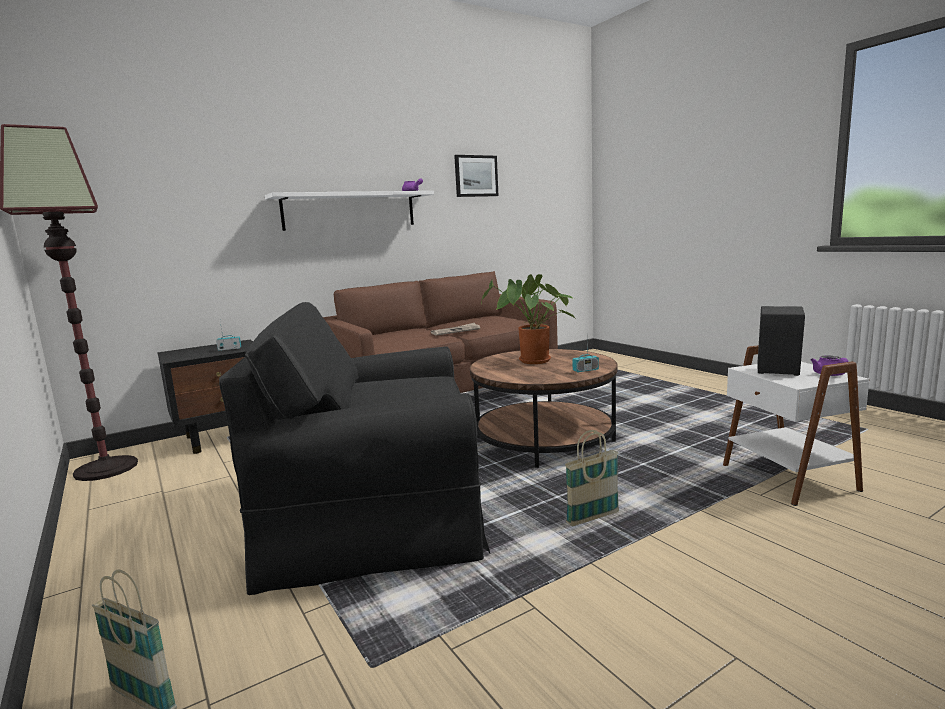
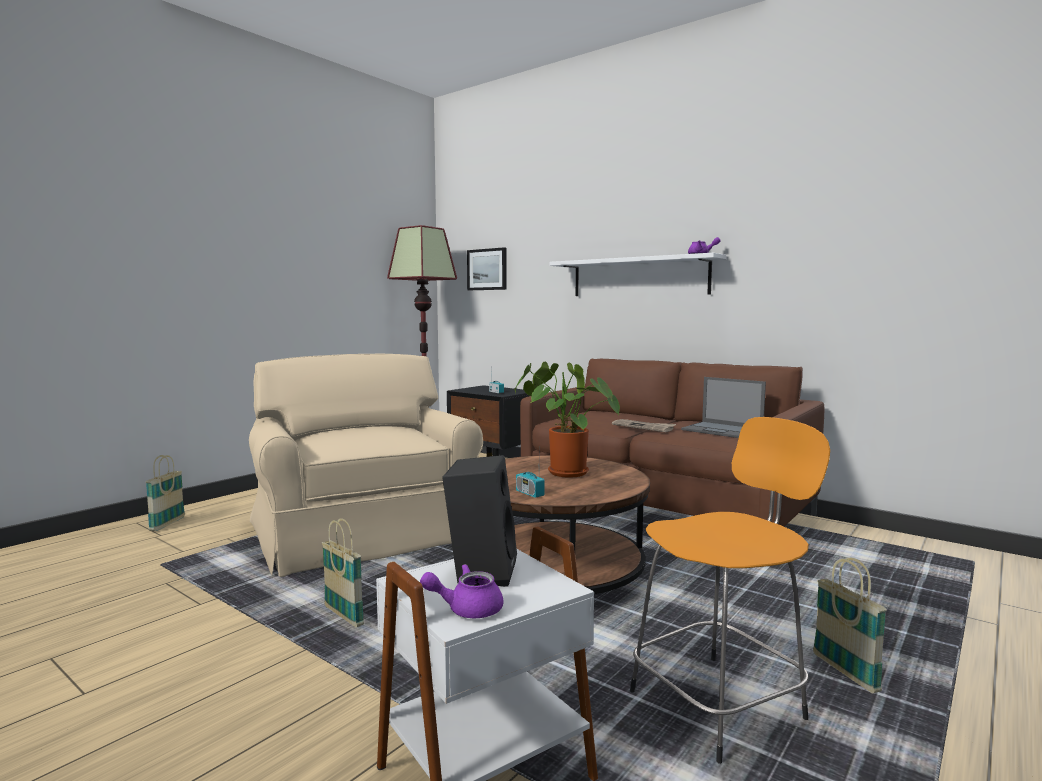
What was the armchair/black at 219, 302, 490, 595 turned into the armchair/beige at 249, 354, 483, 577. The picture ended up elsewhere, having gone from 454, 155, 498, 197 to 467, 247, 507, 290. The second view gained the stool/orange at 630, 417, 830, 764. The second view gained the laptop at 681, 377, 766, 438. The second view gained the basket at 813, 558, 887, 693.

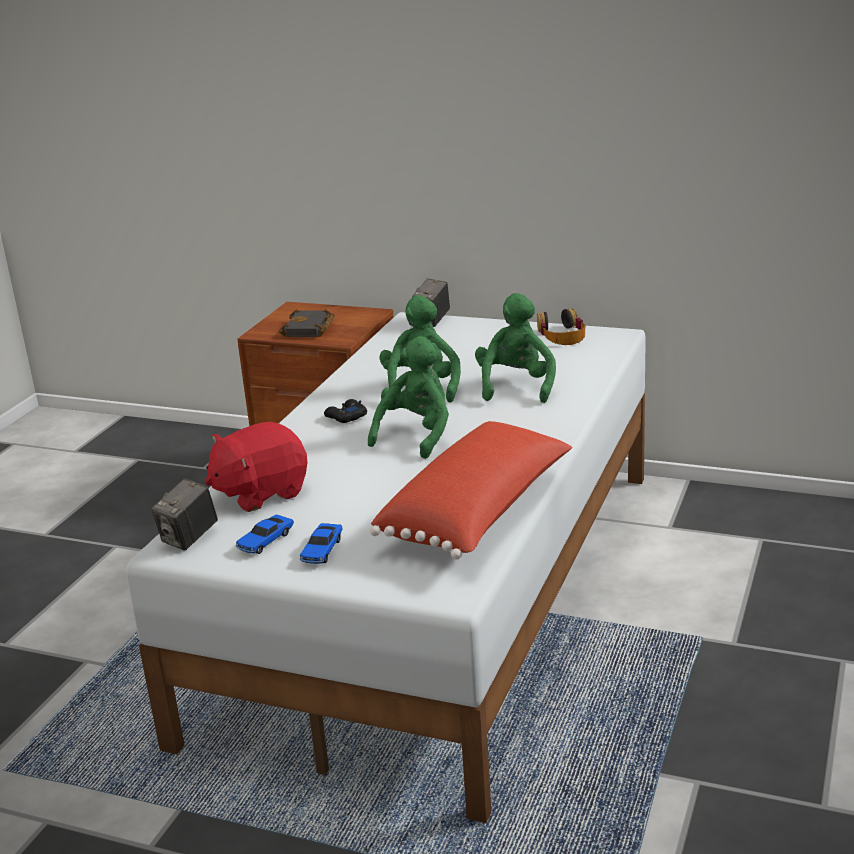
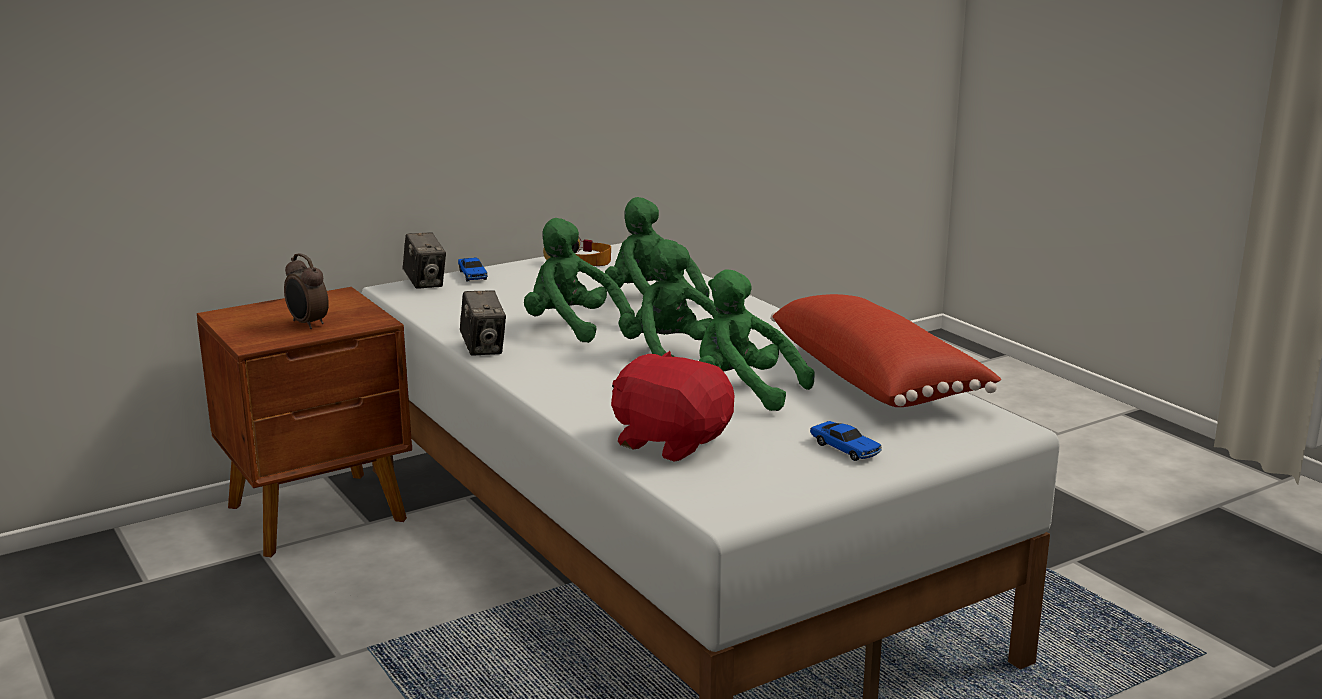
Where the book/black stood at 279, 309, 335, 337, the alarm clock came to stand at 284, 253, 329, 329. The toy car ended up elsewhere, having gone from 236, 514, 294, 554 to 458, 257, 488, 282. The photo camera ended up elsewhere, having gone from 151, 479, 218, 551 to 460, 290, 506, 356. The plush toy/red at 205, 422, 308, 512 ended up facing another way, 120 degrees clockwise from before. The second view gained the plush toy/green at 699, 269, 815, 411. The second view lost the game controller/black at 324, 399, 367, 423.

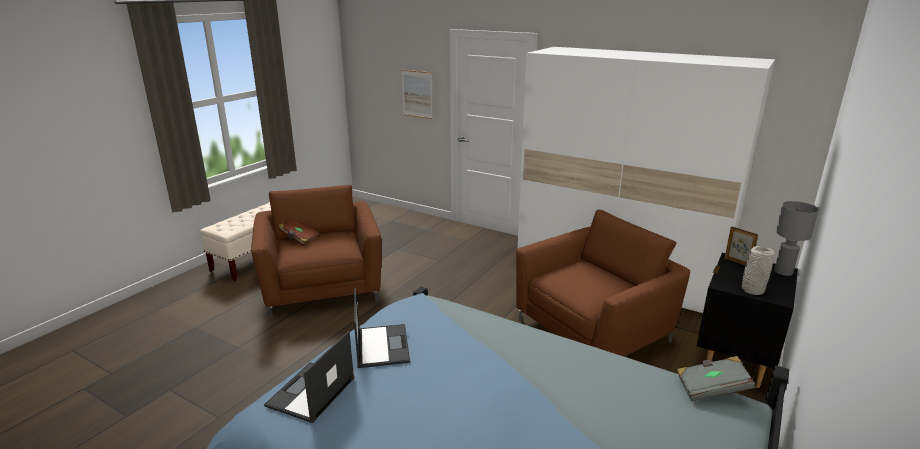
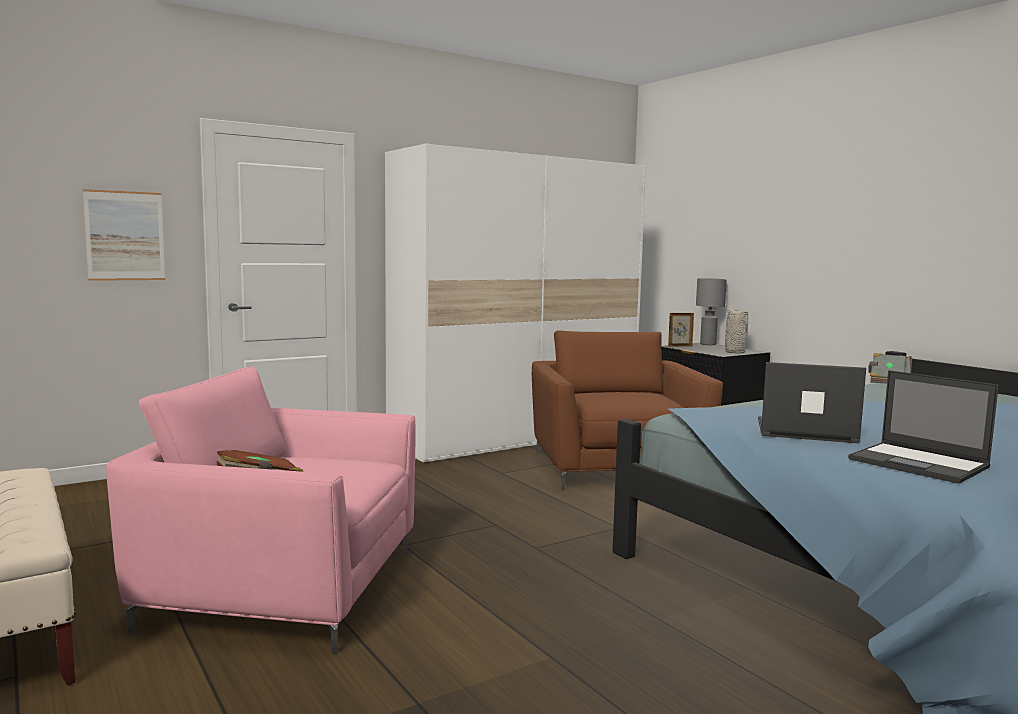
What was the armchair/brown at 251, 185, 381, 318 turned into the armchair/pink at 106, 366, 416, 654.

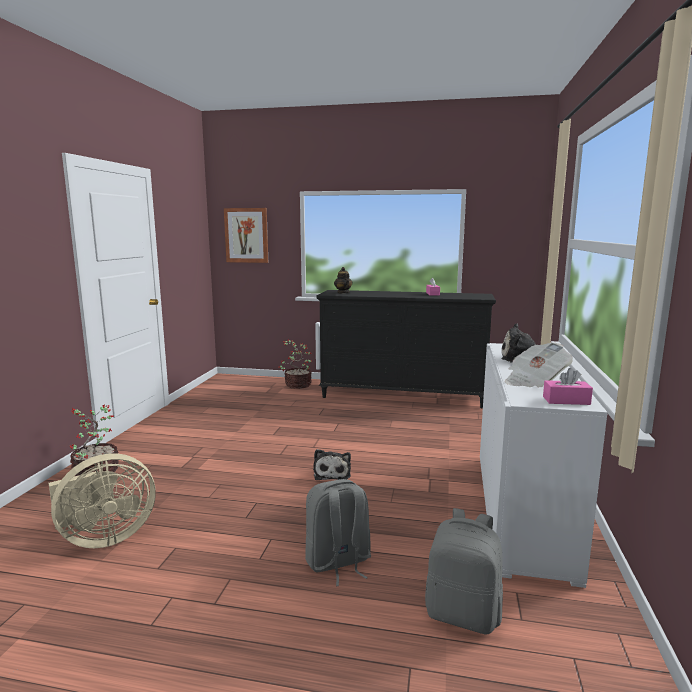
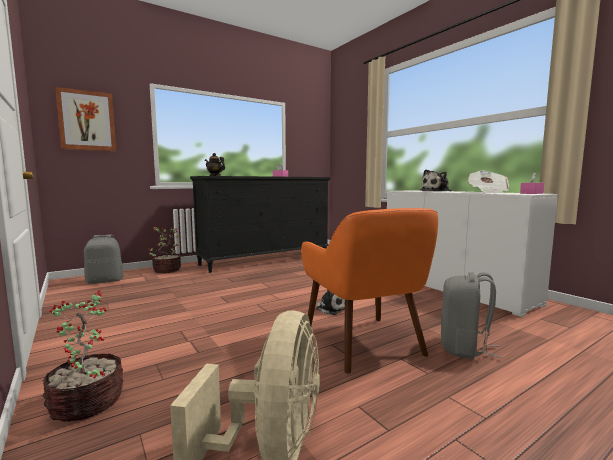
The backpack/grey ended up elsewhere, having gone from 425, 508, 503, 635 to 84, 234, 124, 284. The second view gained the armchair/orange at 301, 208, 438, 374.

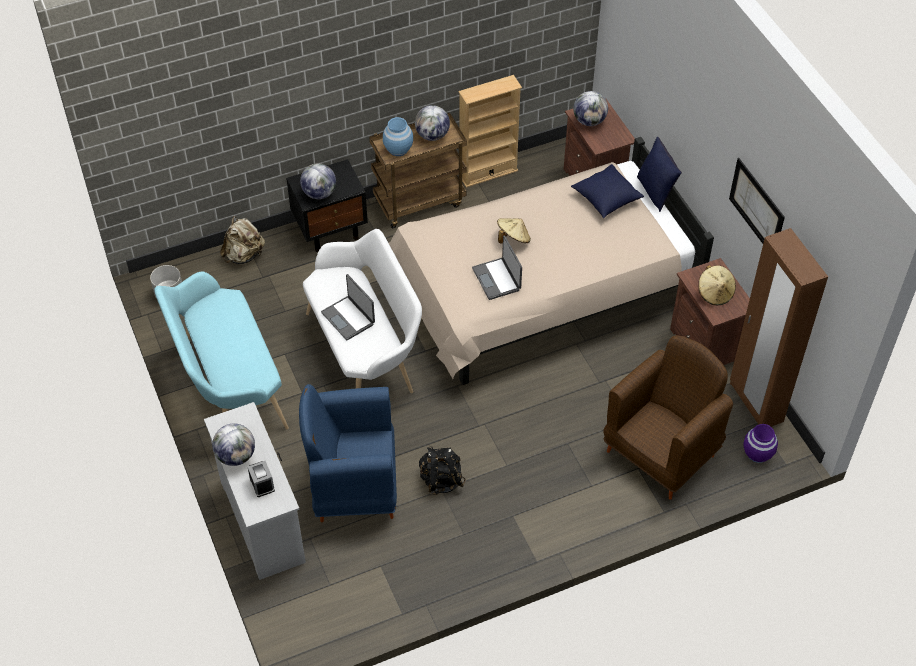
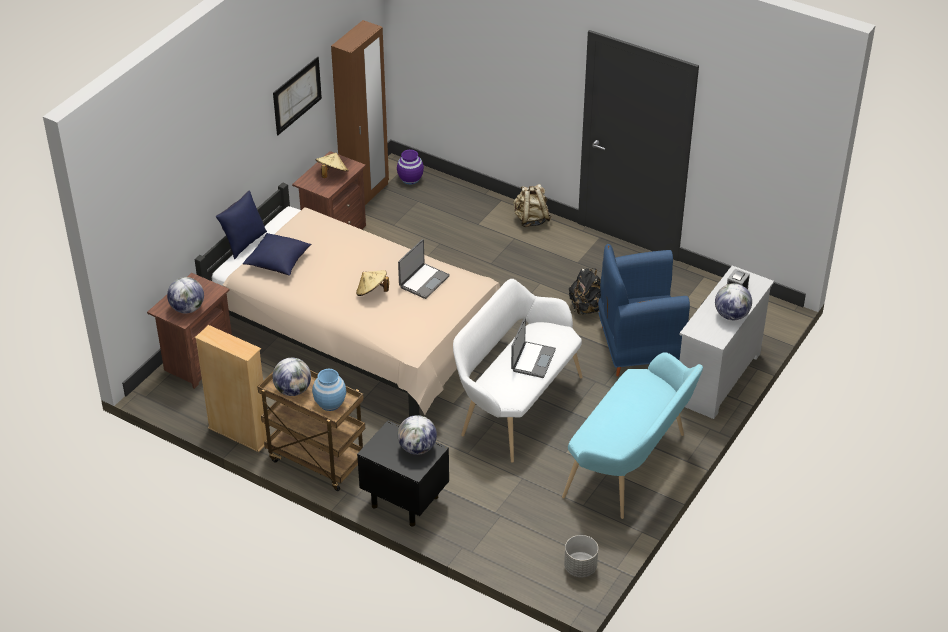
The backpack/beige ended up elsewhere, having gone from 220, 216, 265, 264 to 514, 184, 552, 227. The armchair/blue at 299, 384, 397, 522 ended up facing another way, 120 degrees clockwise from before. The second view lost the armchair/brown at 603, 335, 733, 500.

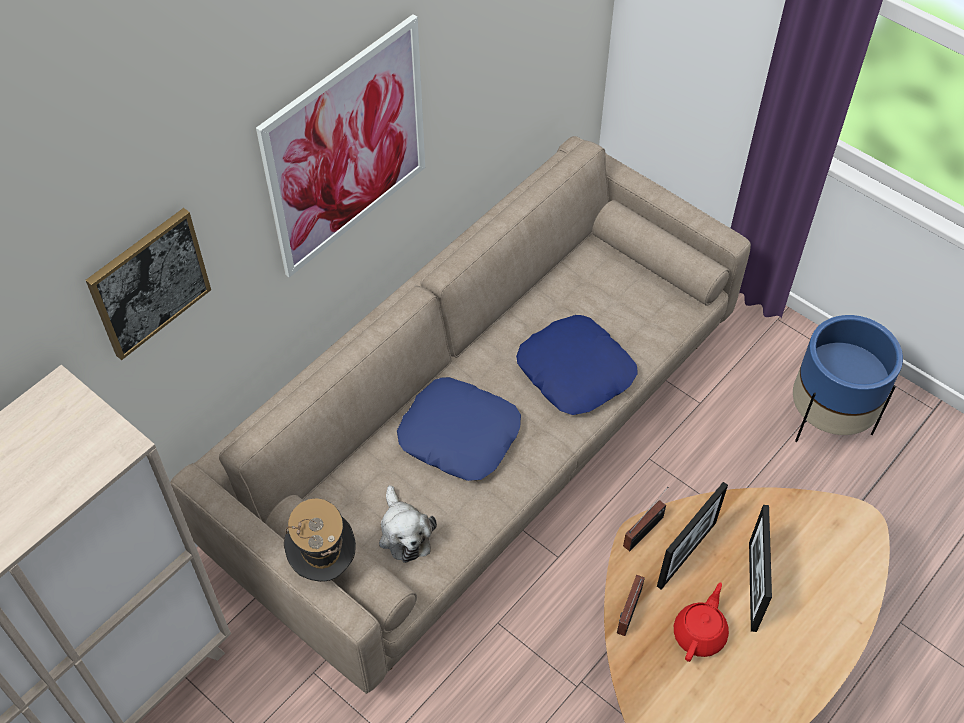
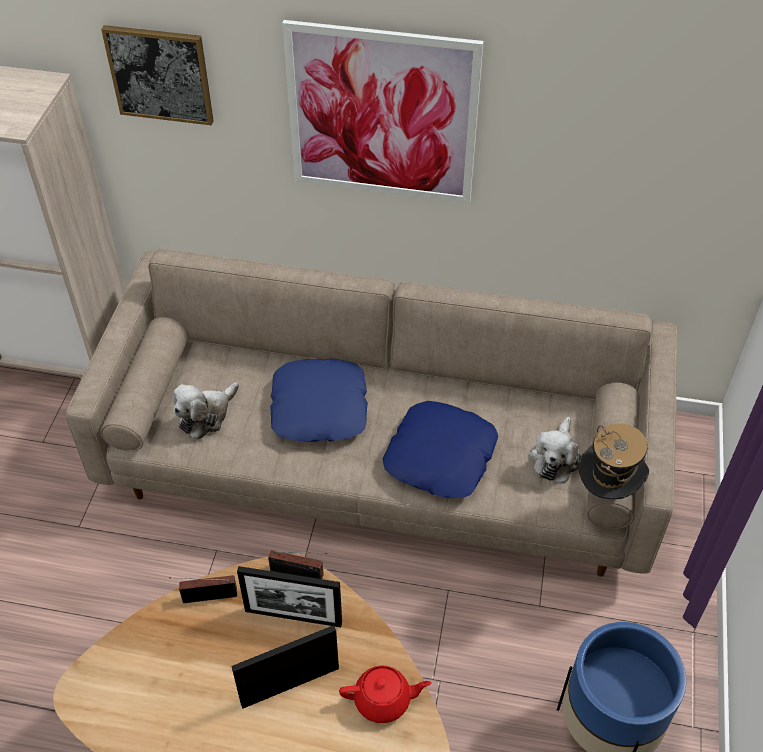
The teapot/red ended up elsewhere, having gone from 674, 582, 729, 662 to 339, 665, 432, 723. The second view gained the plush toy at 530, 417, 584, 484. The hat ended up elsewhere, having gone from 284, 498, 356, 582 to 579, 424, 649, 499.

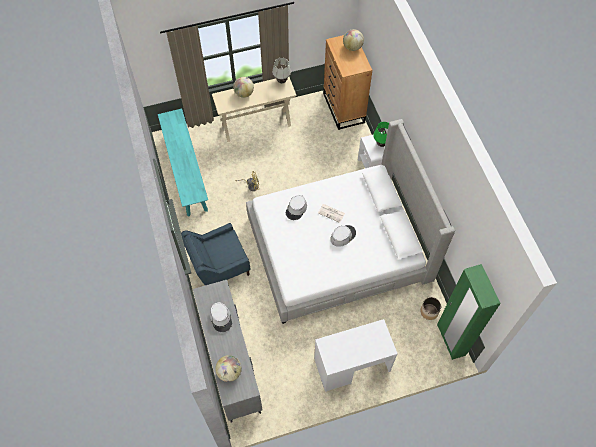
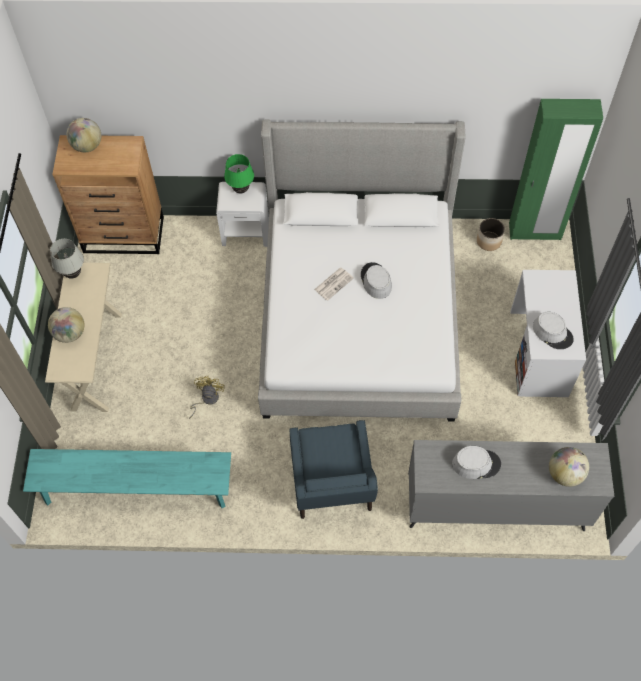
The hat/grey ended up elsewhere, having gone from 286, 195, 307, 220 to 533, 312, 574, 349.

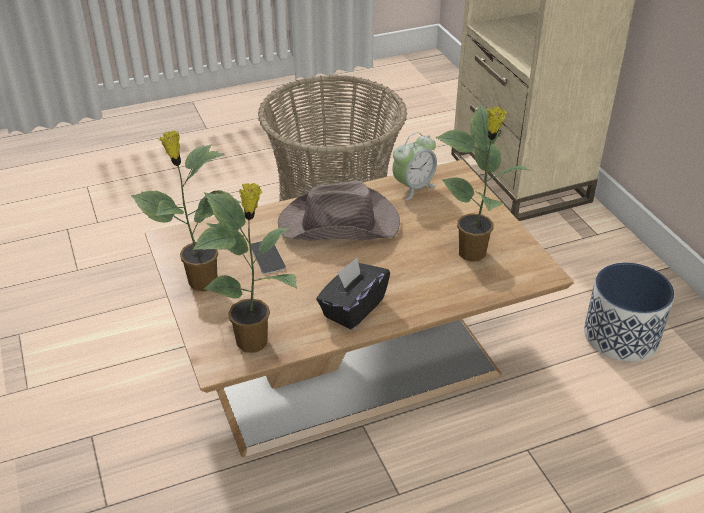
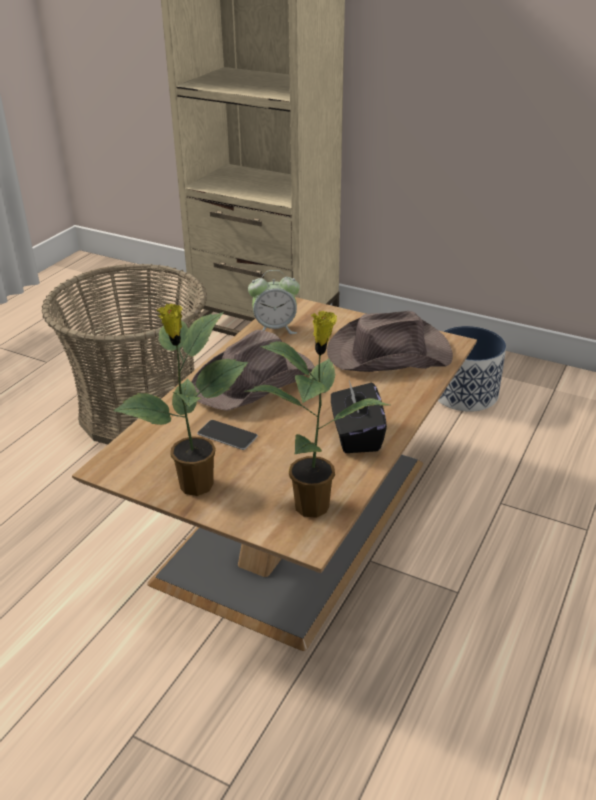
The alarm clock at 392, 132, 437, 200 ended up facing another way, 75 degrees clockwise from before. Where the potted plant stood at 435, 104, 533, 262, the hat/brown came to stand at 327, 311, 453, 372.

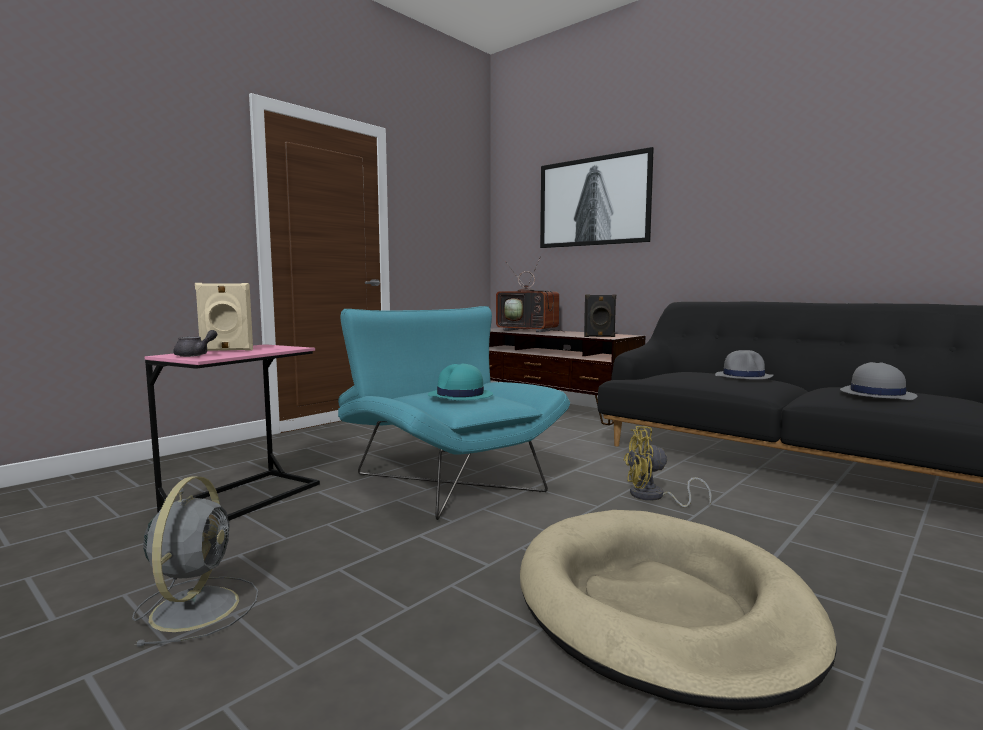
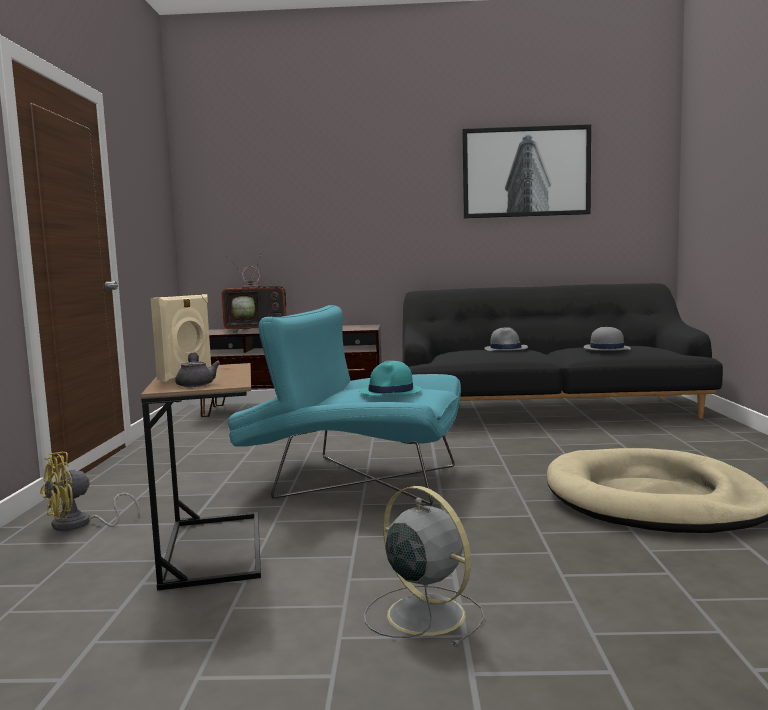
The fan/yellow ended up elsewhere, having gone from 624, 426, 712, 508 to 40, 452, 140, 531. What was the side table/pink at 145, 344, 320, 521 turned into the side table/brown at 141, 363, 261, 590. The picture ended up elsewhere, having gone from 540, 147, 654, 248 to 462, 124, 591, 218. The second view lost the speaker/black at 584, 295, 616, 337.

